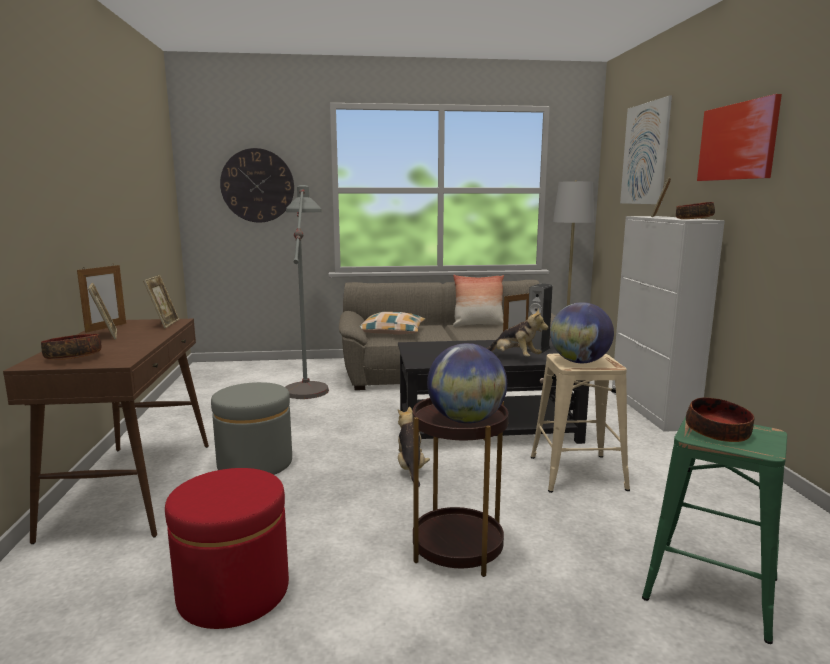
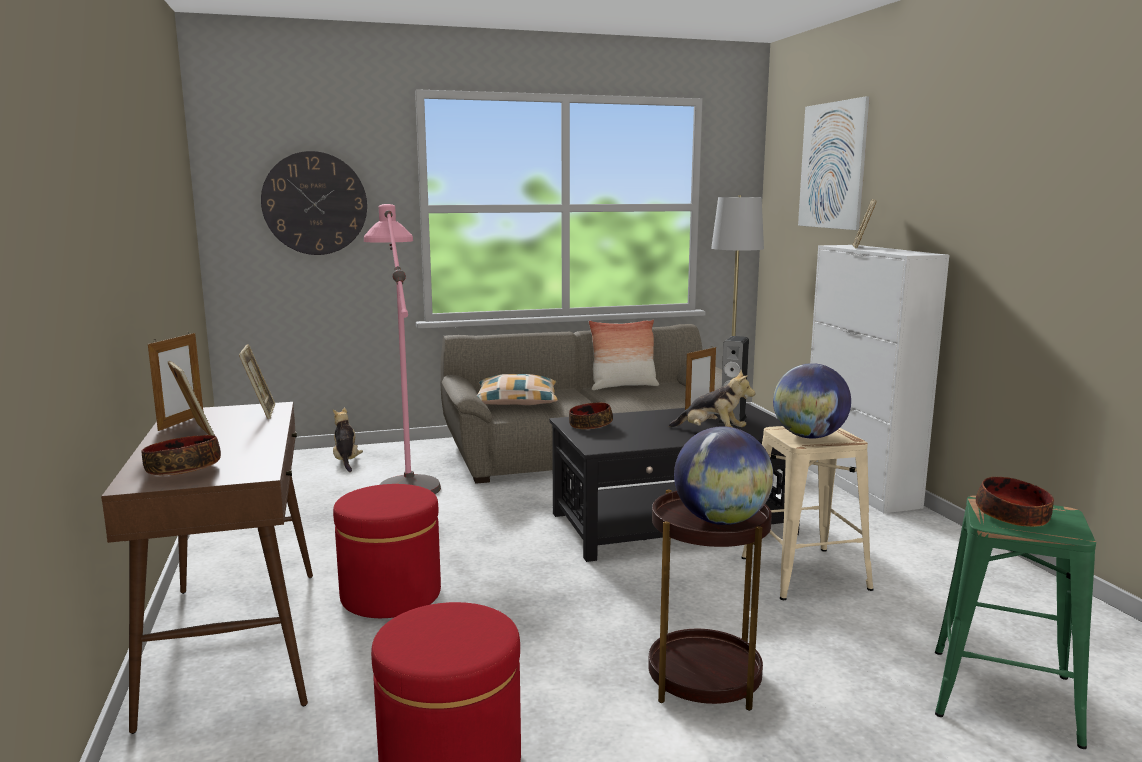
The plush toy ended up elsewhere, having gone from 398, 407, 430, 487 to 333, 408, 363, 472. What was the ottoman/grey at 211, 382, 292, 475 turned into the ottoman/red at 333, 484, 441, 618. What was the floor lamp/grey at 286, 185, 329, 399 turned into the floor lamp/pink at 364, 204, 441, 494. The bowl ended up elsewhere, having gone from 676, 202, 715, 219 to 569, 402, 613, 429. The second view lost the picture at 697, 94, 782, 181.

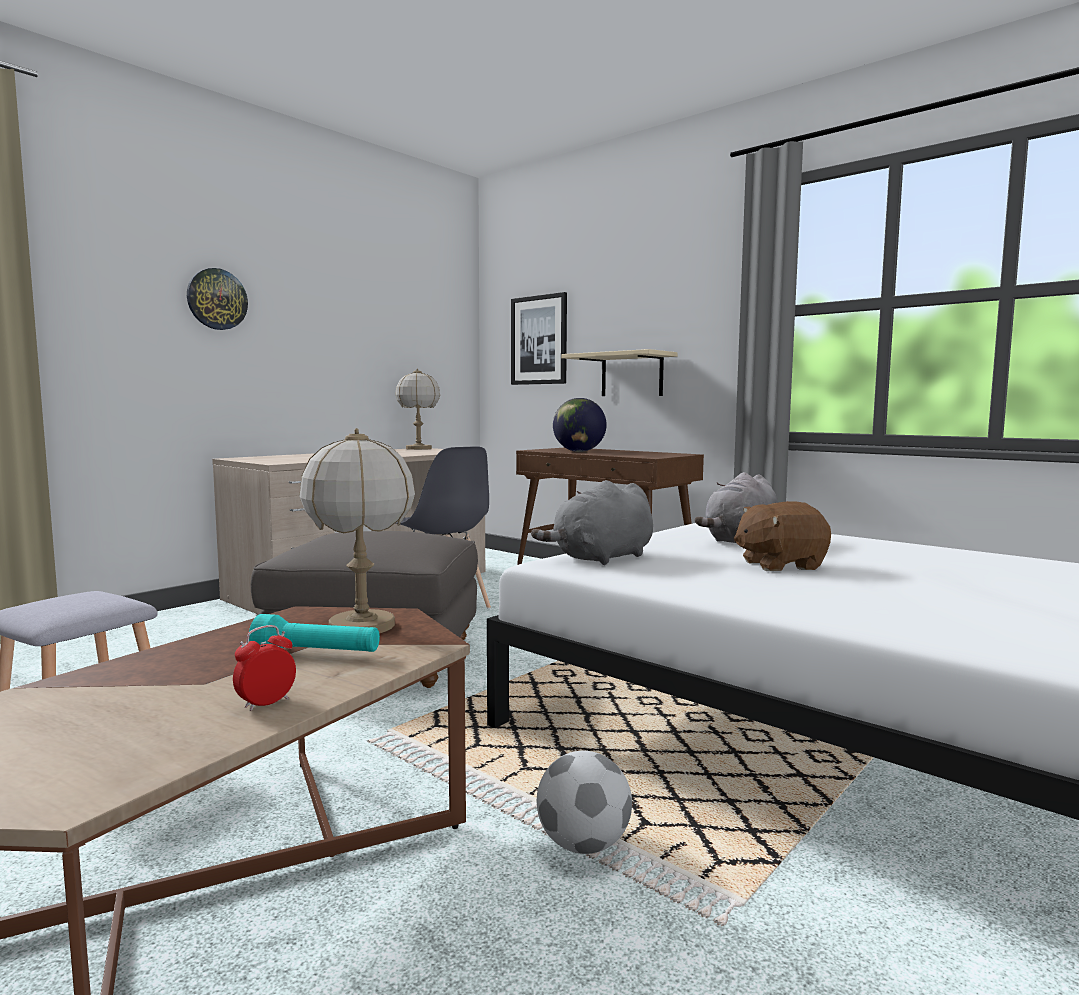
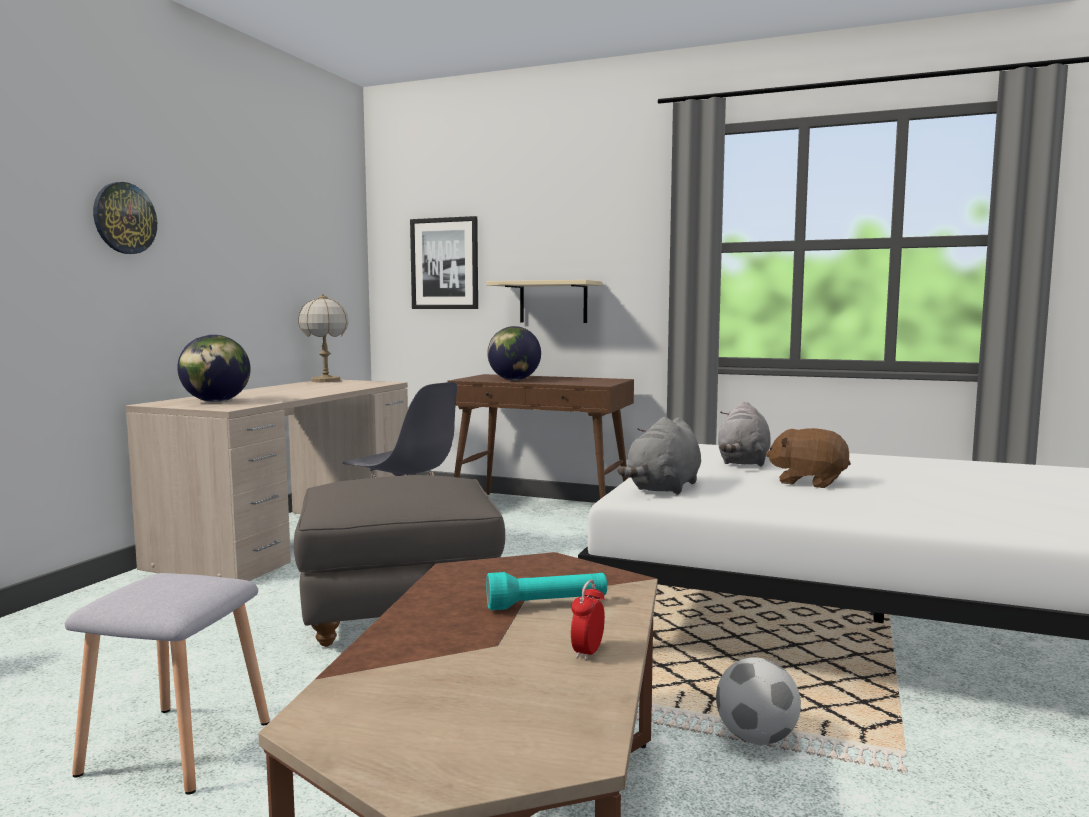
The second view gained the globe at 177, 335, 251, 402. The plush toy/brown at 734, 501, 831, 571 ended up facing another way, 60 degrees clockwise from before. The second view lost the table lamp at 299, 428, 415, 633.

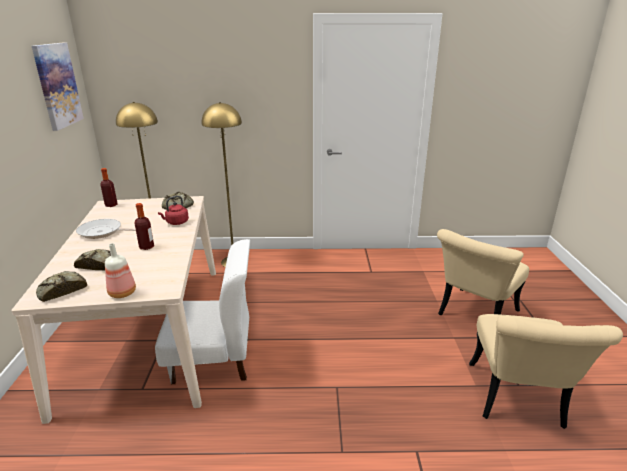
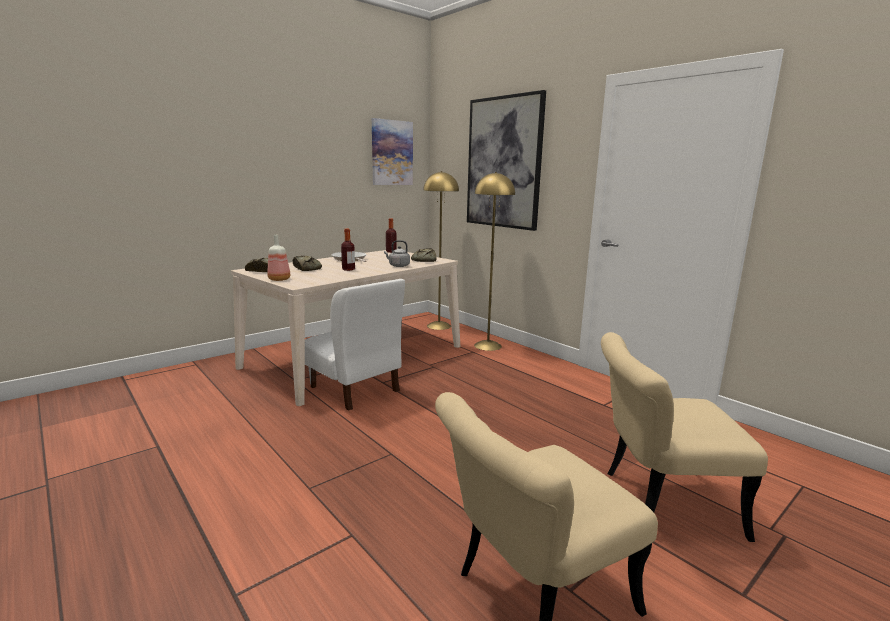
What was the kettle/red at 158, 196, 189, 225 turned into the kettle/grey at 384, 240, 410, 267. The second view gained the picture at 467, 90, 546, 231.

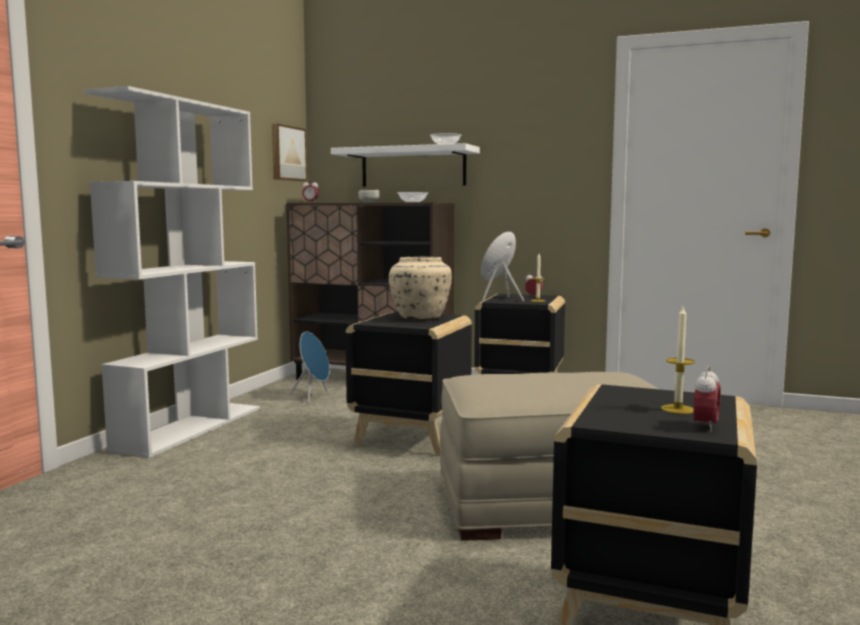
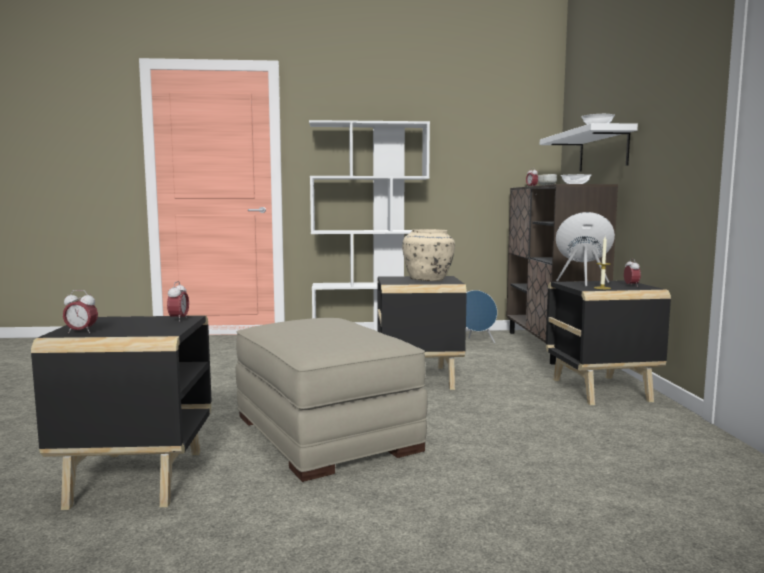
The second view gained the alarm clock at 167, 281, 189, 322. The second view lost the picture at 272, 124, 307, 181. The second view lost the candle at 661, 307, 695, 414.

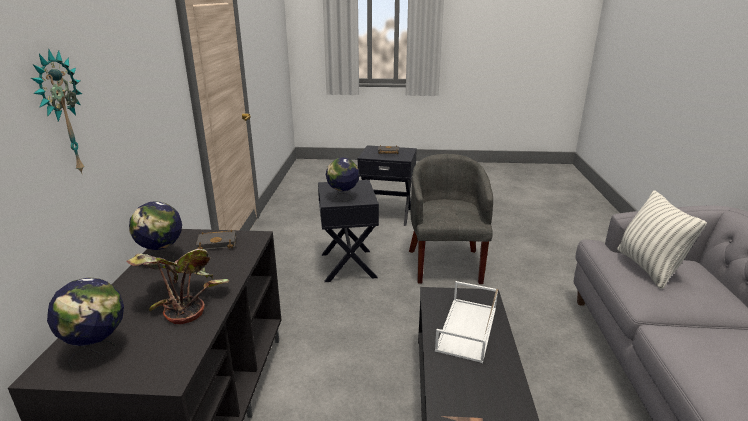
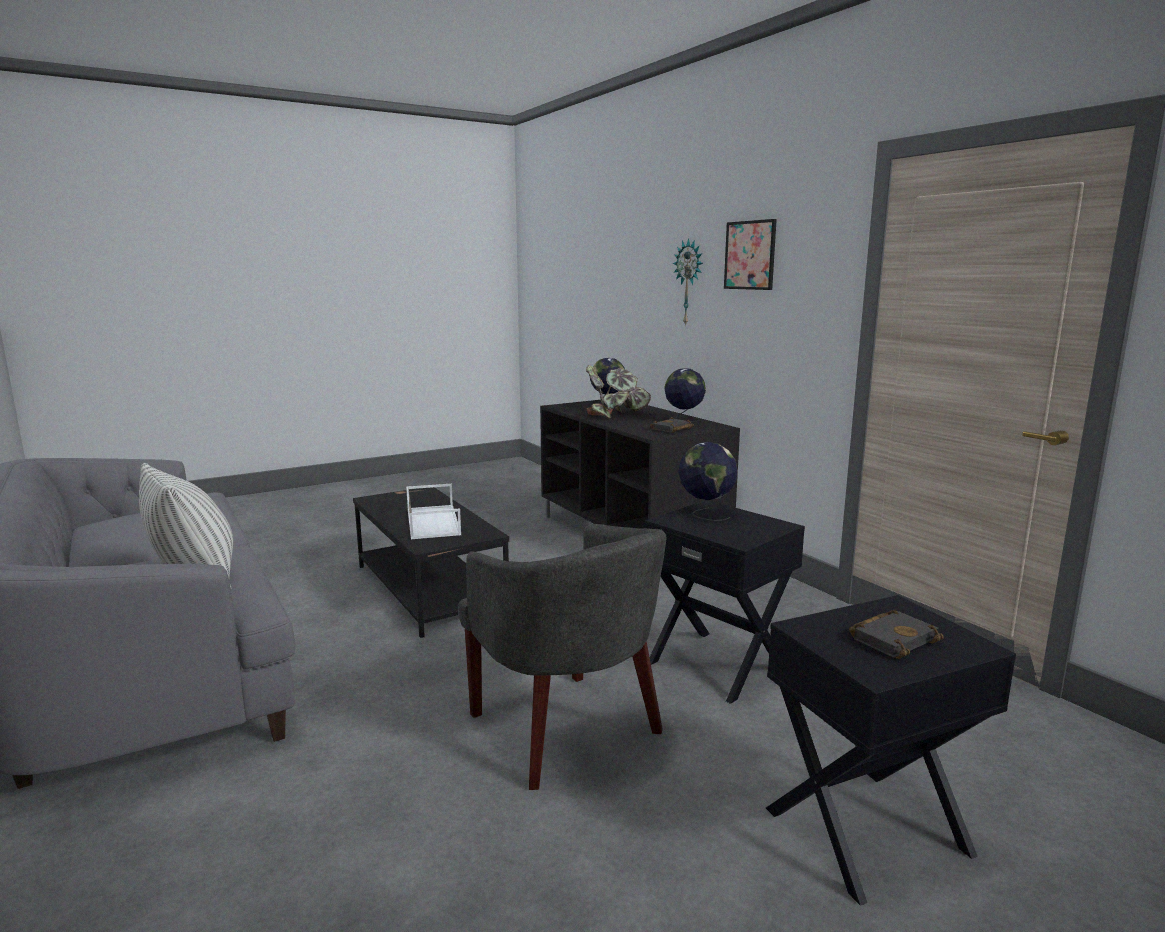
The second view gained the picture at 724, 219, 777, 290.

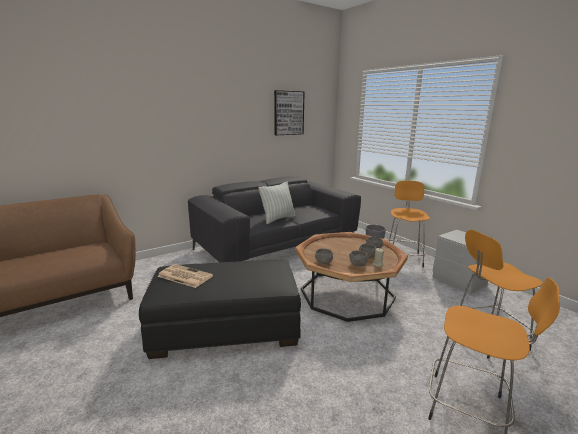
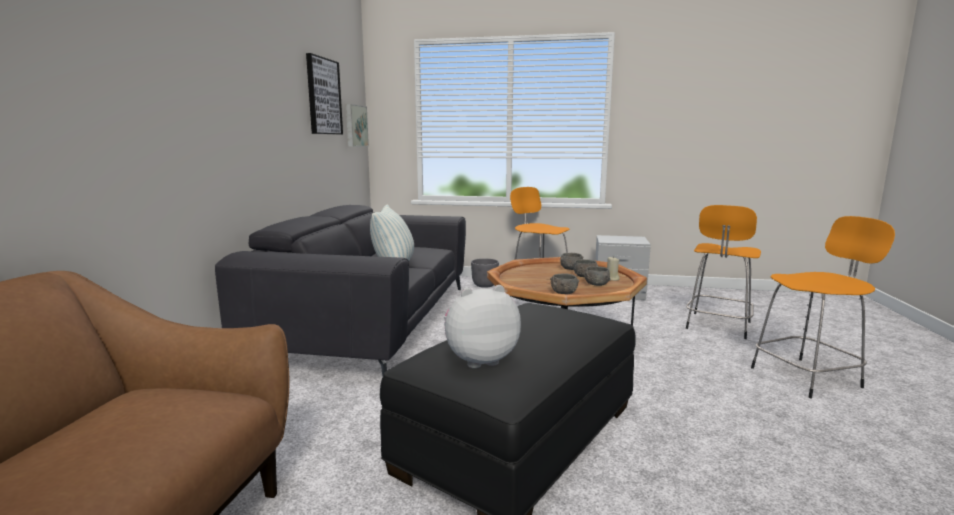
The second view gained the picture at 346, 104, 369, 147. Where the newspaper stood at 157, 264, 213, 288, the plush toy came to stand at 444, 285, 521, 368.

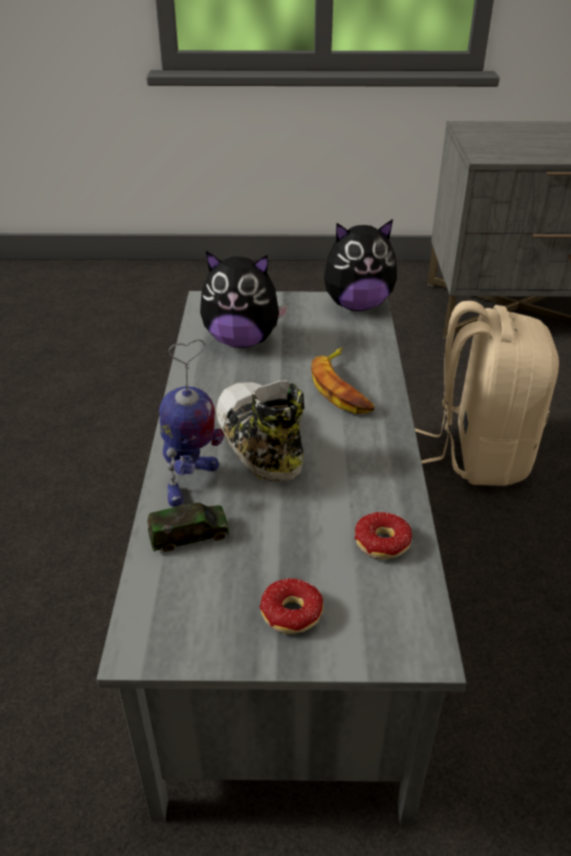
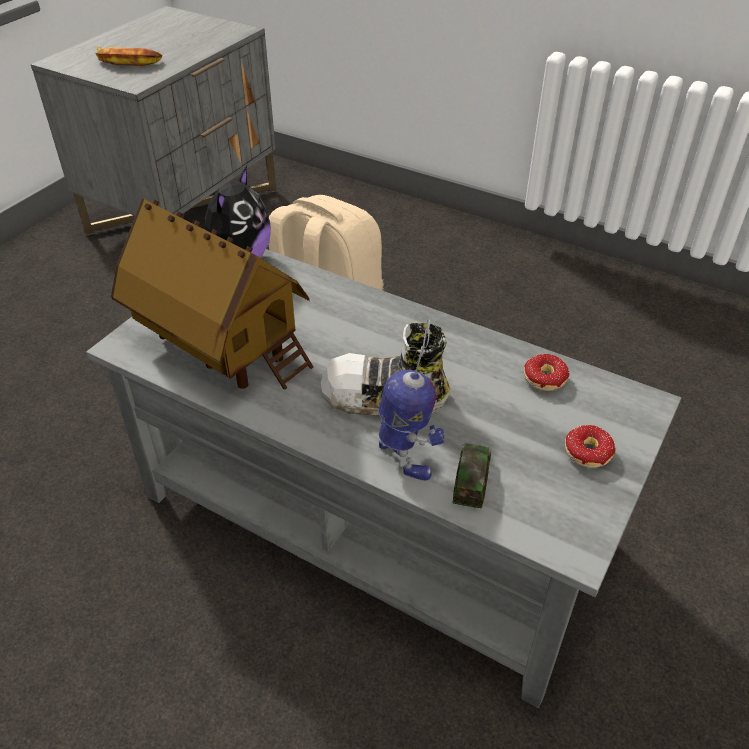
The banana ended up elsewhere, having gone from 311, 347, 374, 414 to 96, 46, 162, 66. Where the plush toy stood at 200, 251, 289, 348, the toy house came to stand at 111, 198, 313, 390.

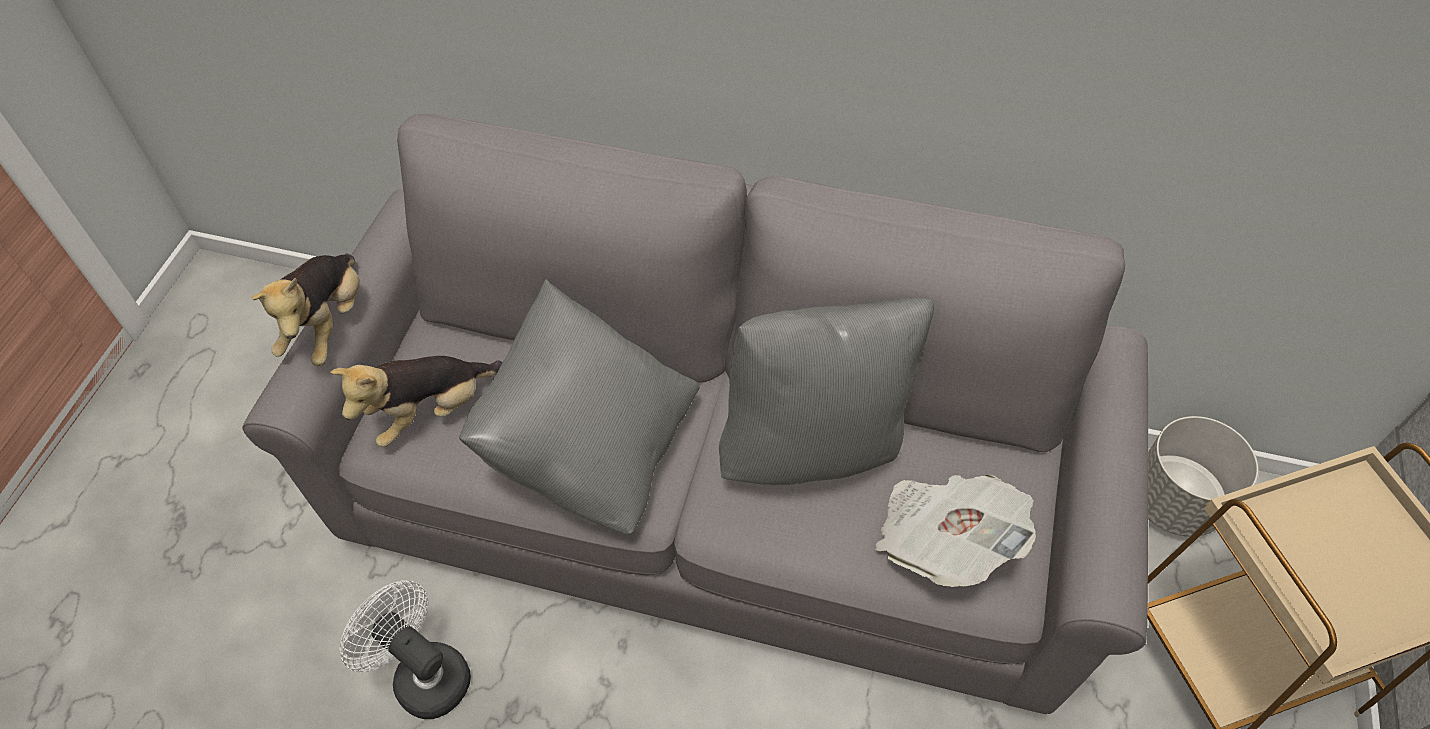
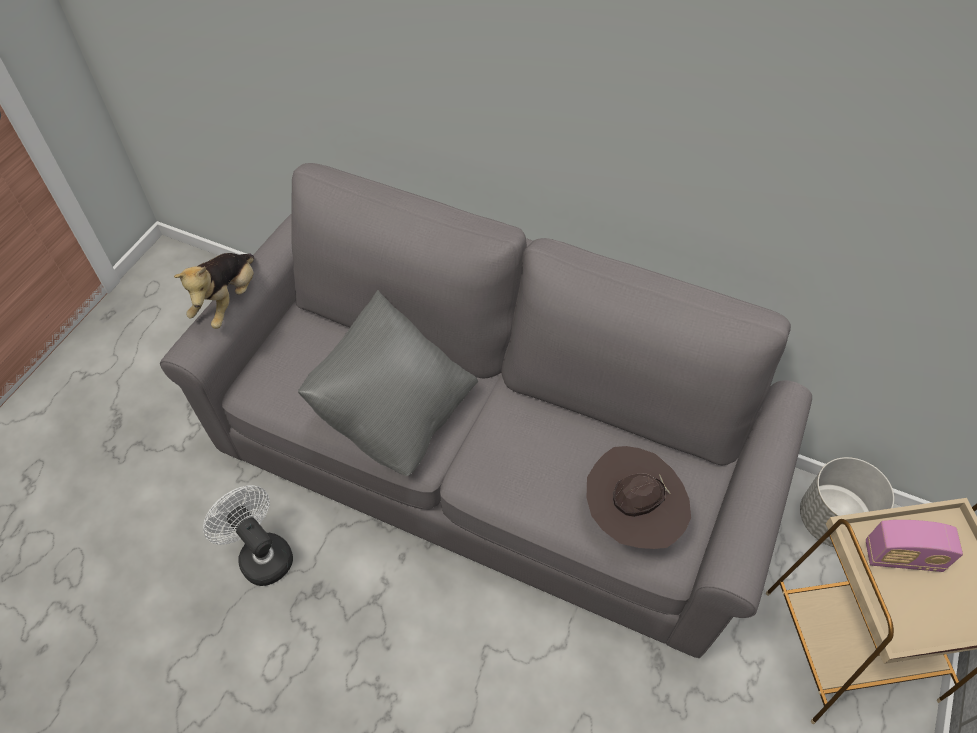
Where the newspaper stood at 875, 475, 1036, 587, the hat/brown came to stand at 587, 446, 691, 549. The second view gained the radio at 866, 520, 963, 572. The second view lost the plush toy at 330, 356, 503, 447. The second view lost the pillow/grey at 719, 298, 934, 485.

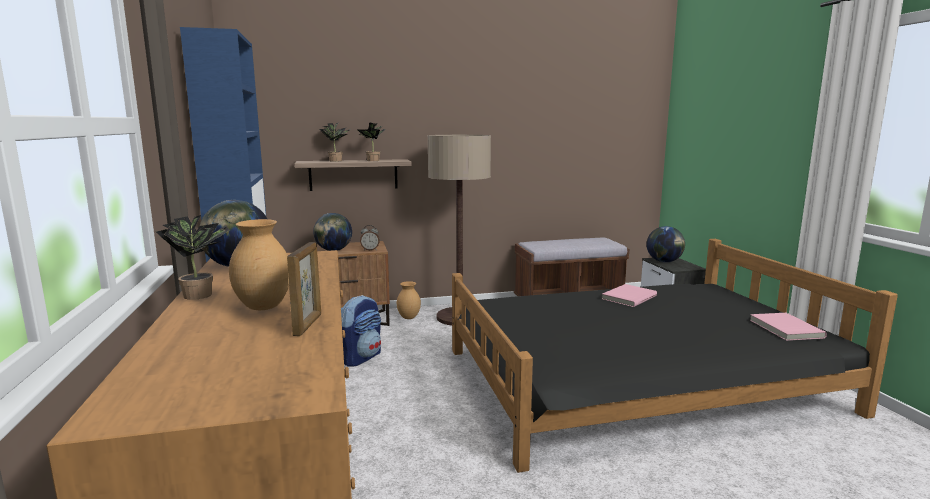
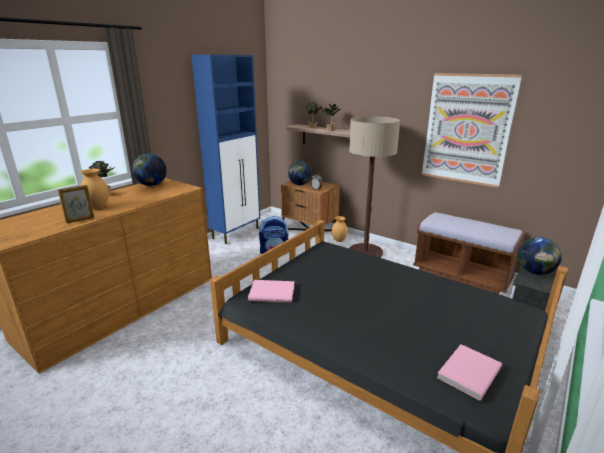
The book/pink ended up elsewhere, having gone from 602, 284, 657, 307 to 248, 280, 295, 303. The second view gained the picture at 422, 73, 522, 188.

